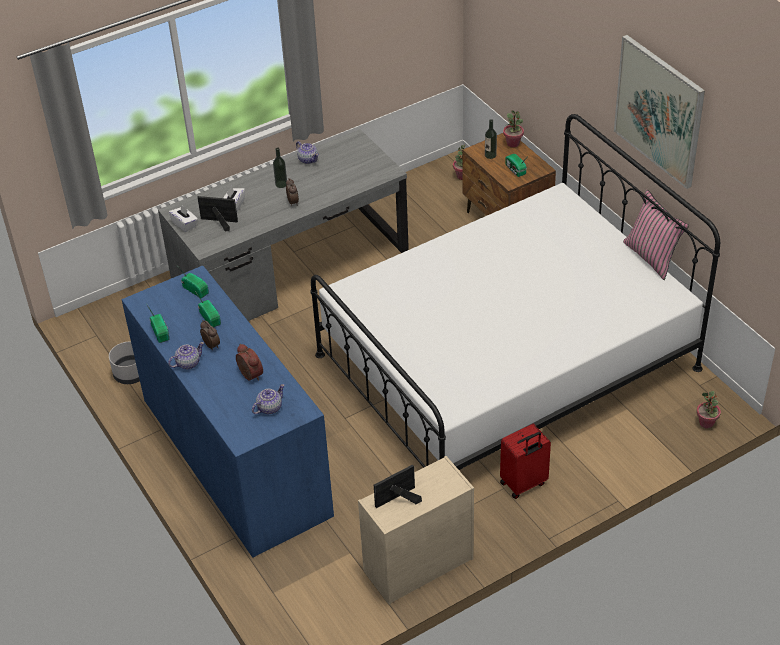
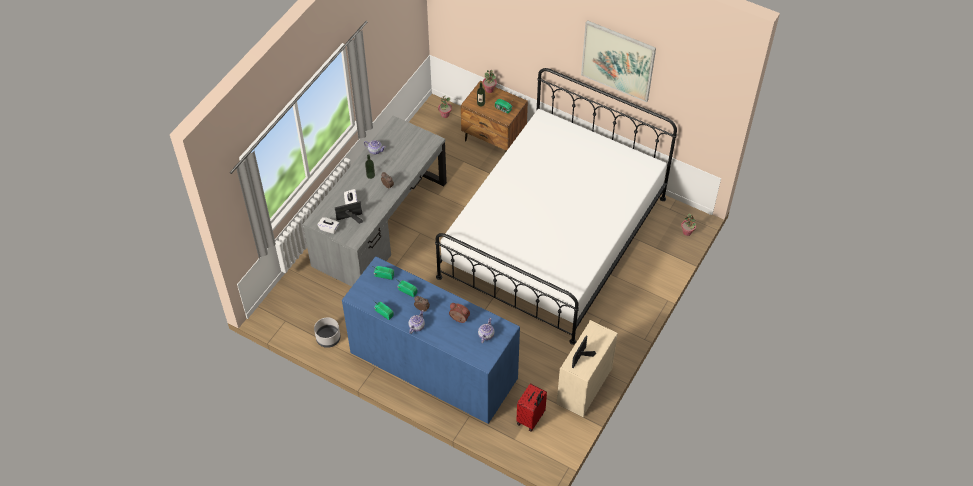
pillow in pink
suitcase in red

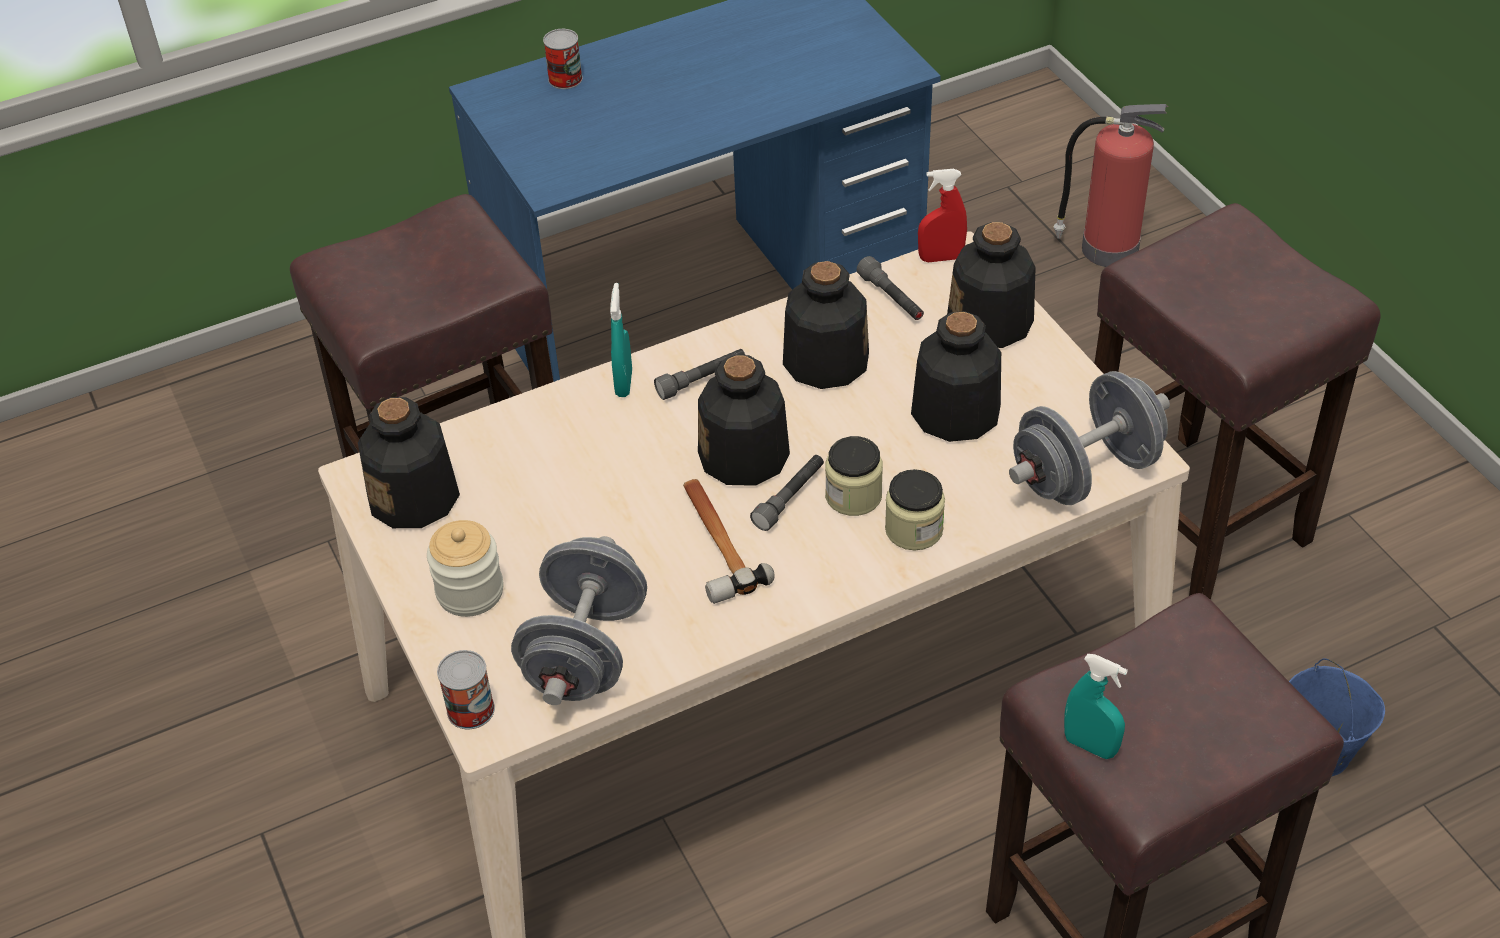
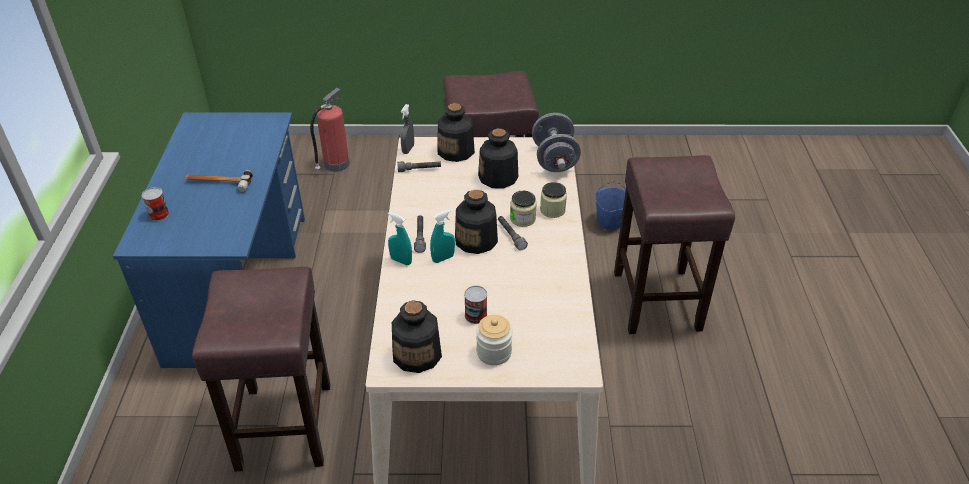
spray bottle in grey
bottle (no. 3 from left in the first image)
hammer
dumbbell in grey (no. 1 from left in the first image)
can (no. 2 from left)
spray bottle in turquoise (no. 2 from left)

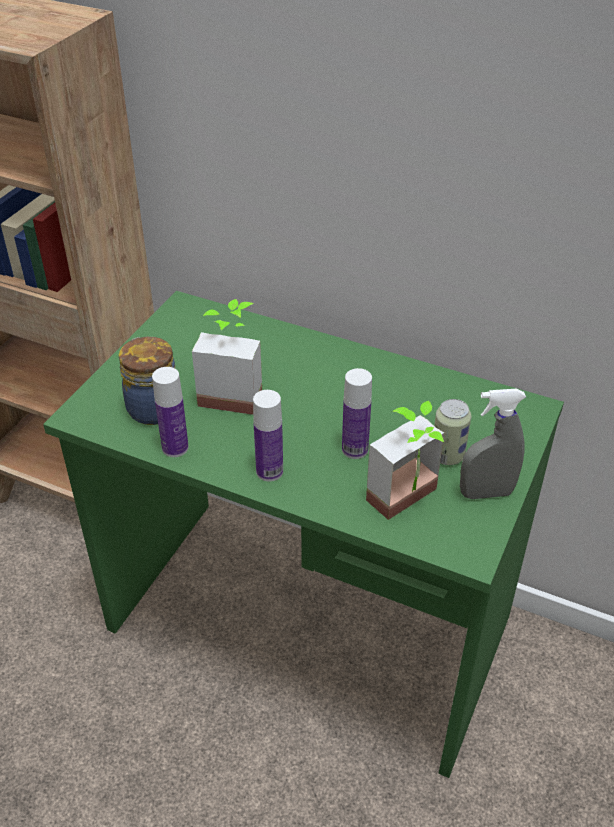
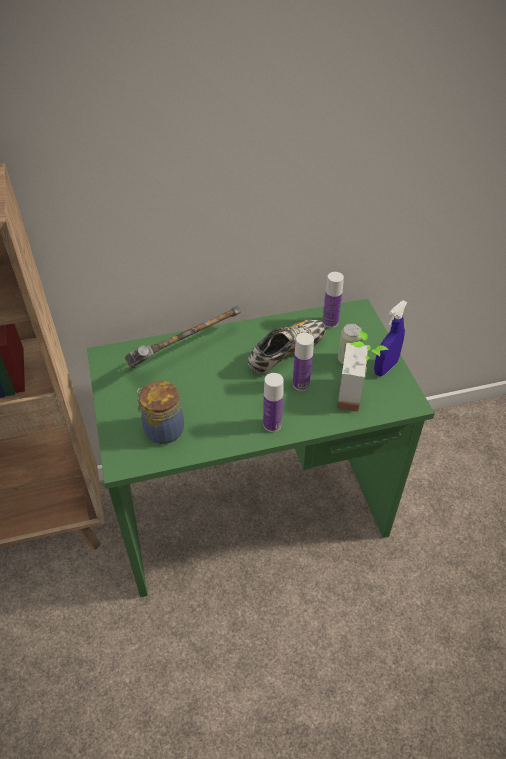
potted plant (no. 1 from left in the first image)
bottle (no. 3 from left)
spray bottle in blue
hammer
shoe

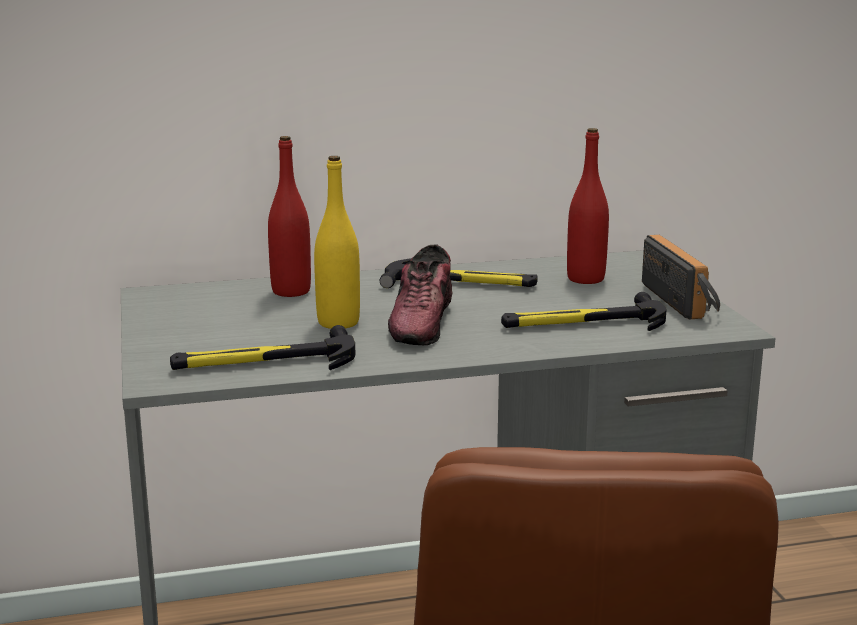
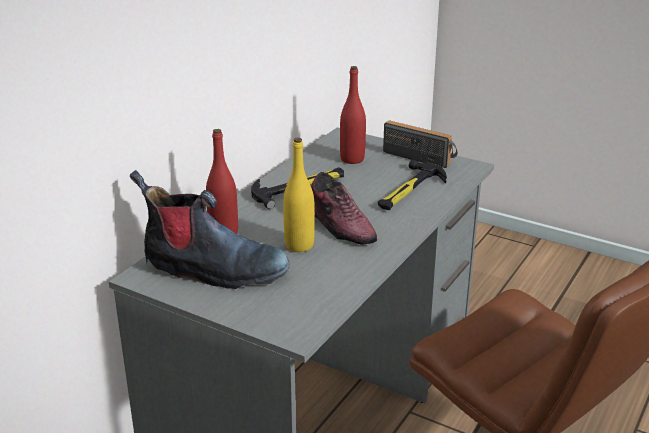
hammer (no. 1 from left in the first image)
boot

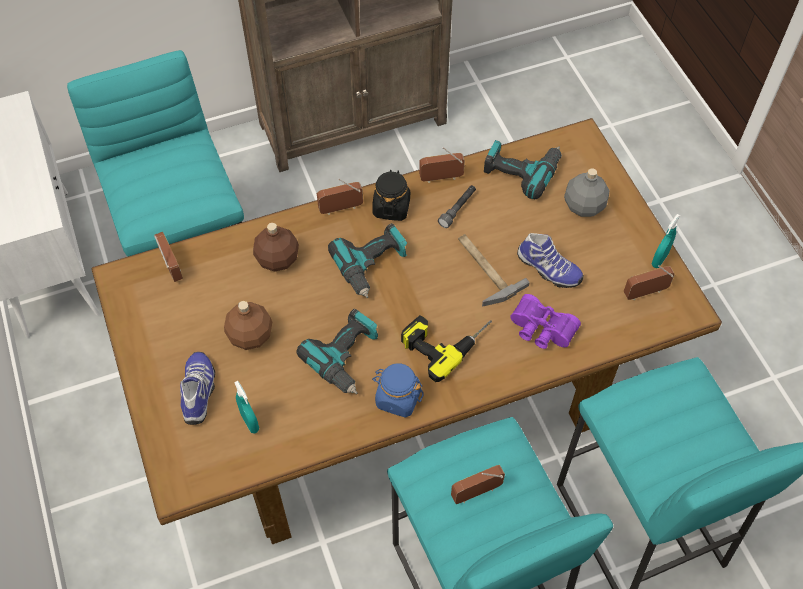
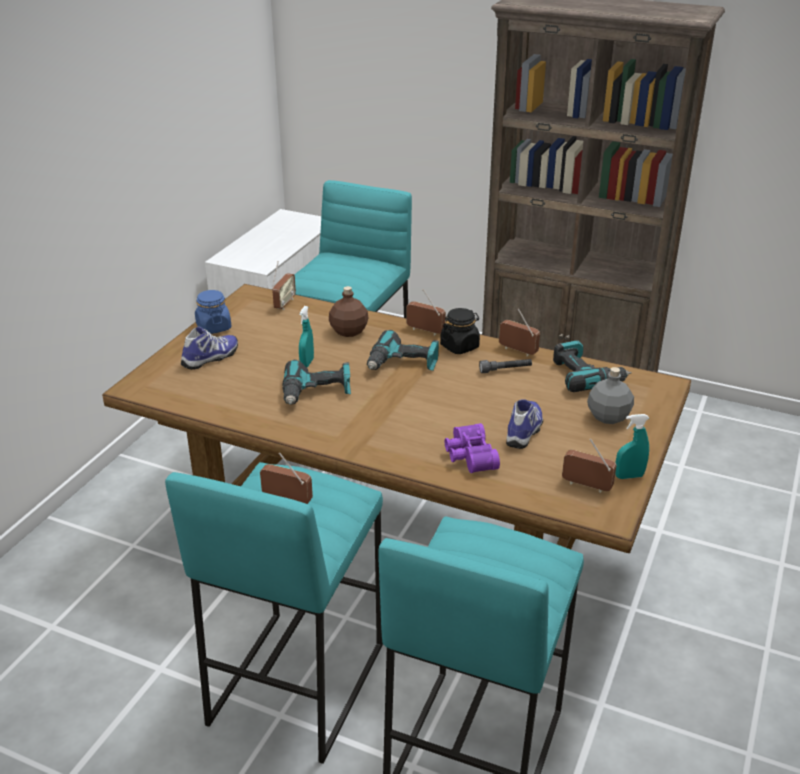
shoe (no. 2 from left)
hammer
bottle in brown (no. 1 from left in the first image)
power drill (no. 3 from left in the first image)
jar in blue
spray bottle in turquoise (no. 1 from left)

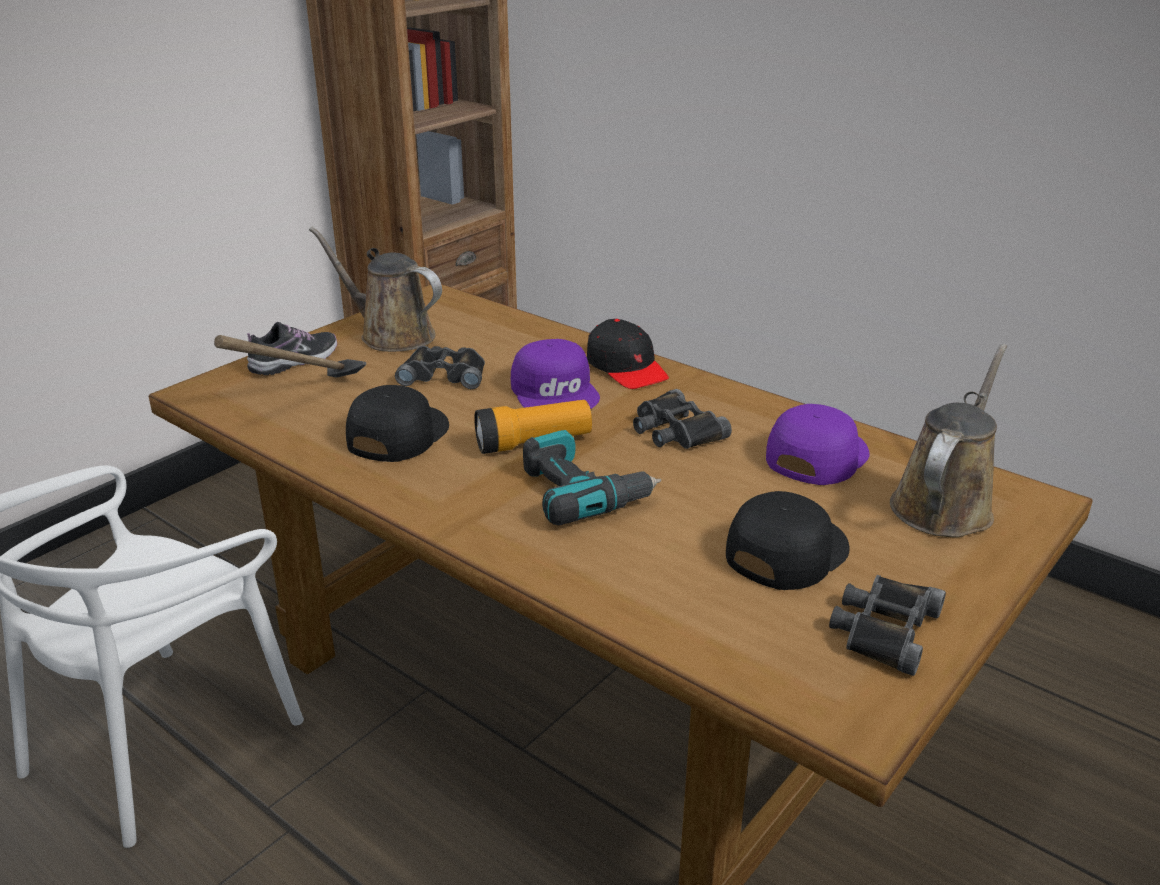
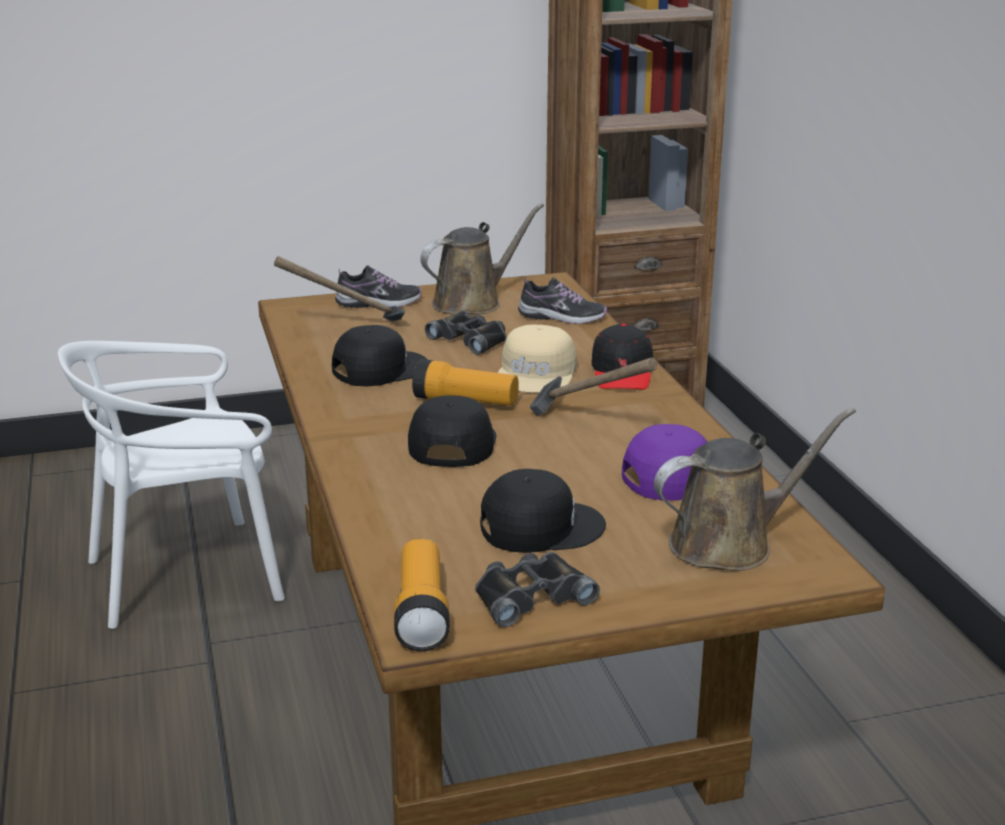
watering can in brown (no. 1 from left)
cap in beige
hammer (no. 2 from left)
cap in black (no. 2 from left)
shoe (no. 2 from left)
flashlight (no. 1 from left)

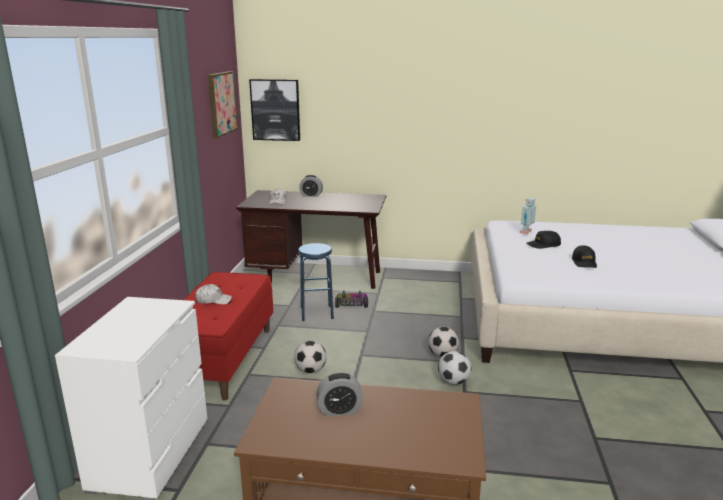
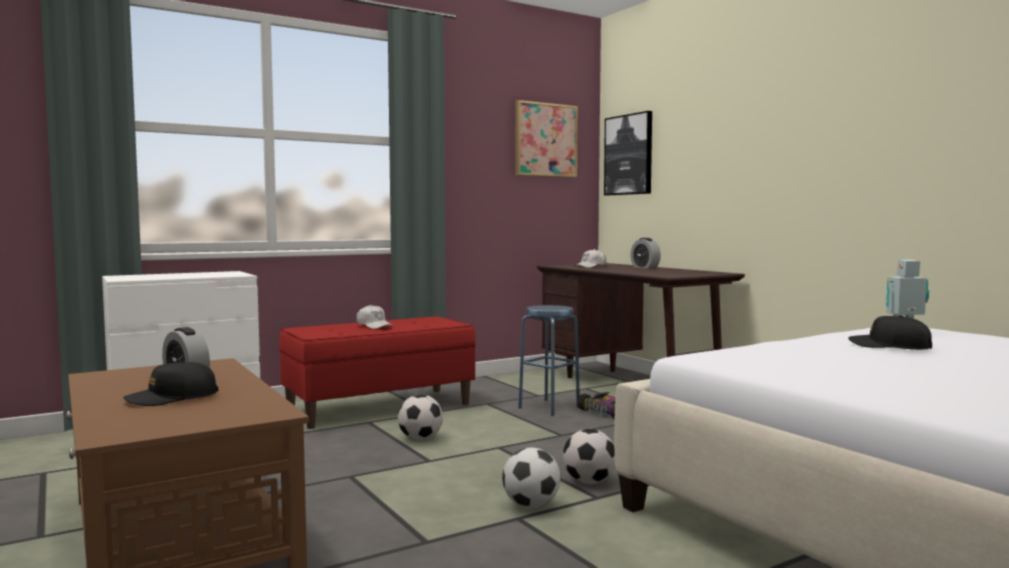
cap in black (no. 1 from left)

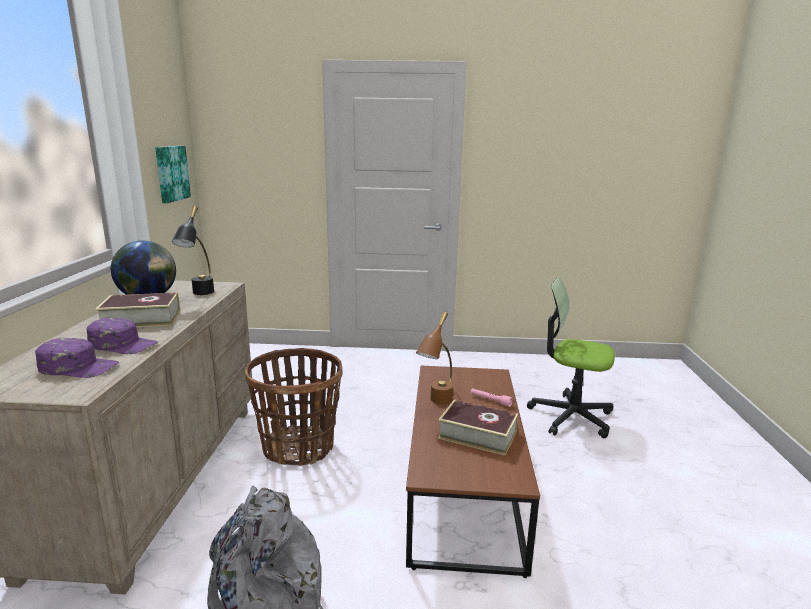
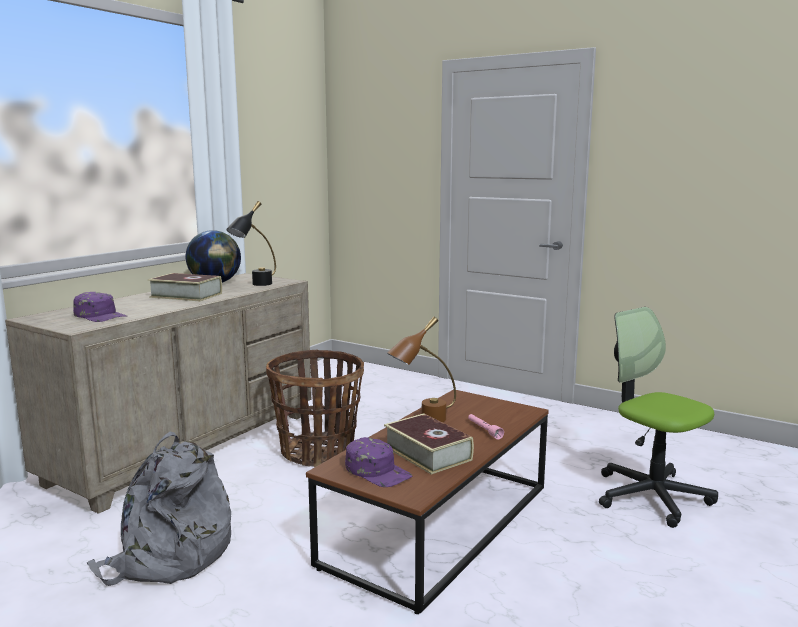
picture
cap in purple (no. 2 from left)

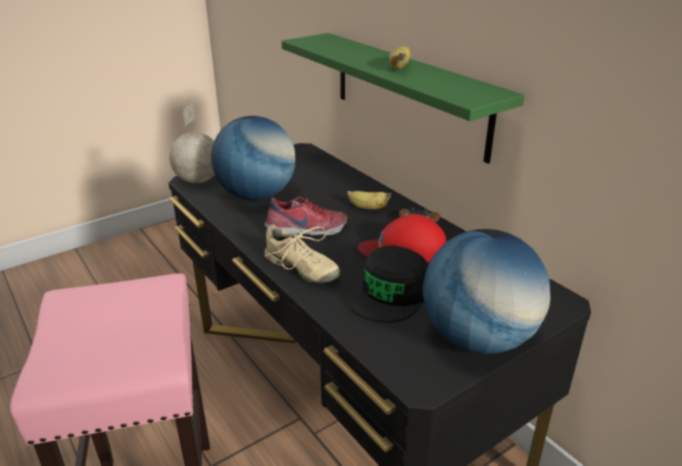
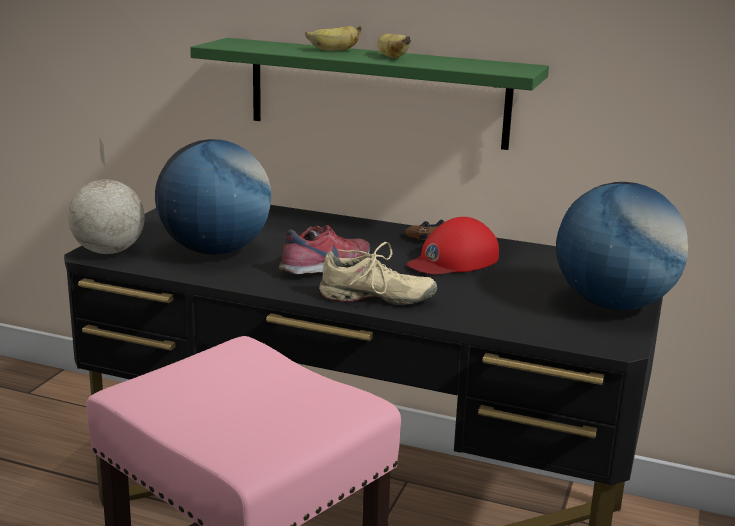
banana (no. 1 from left)
cap in black

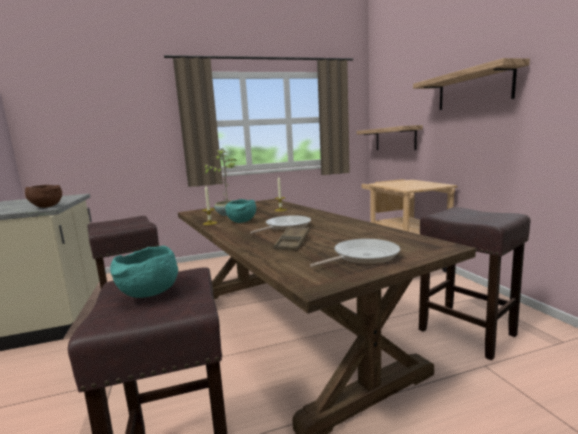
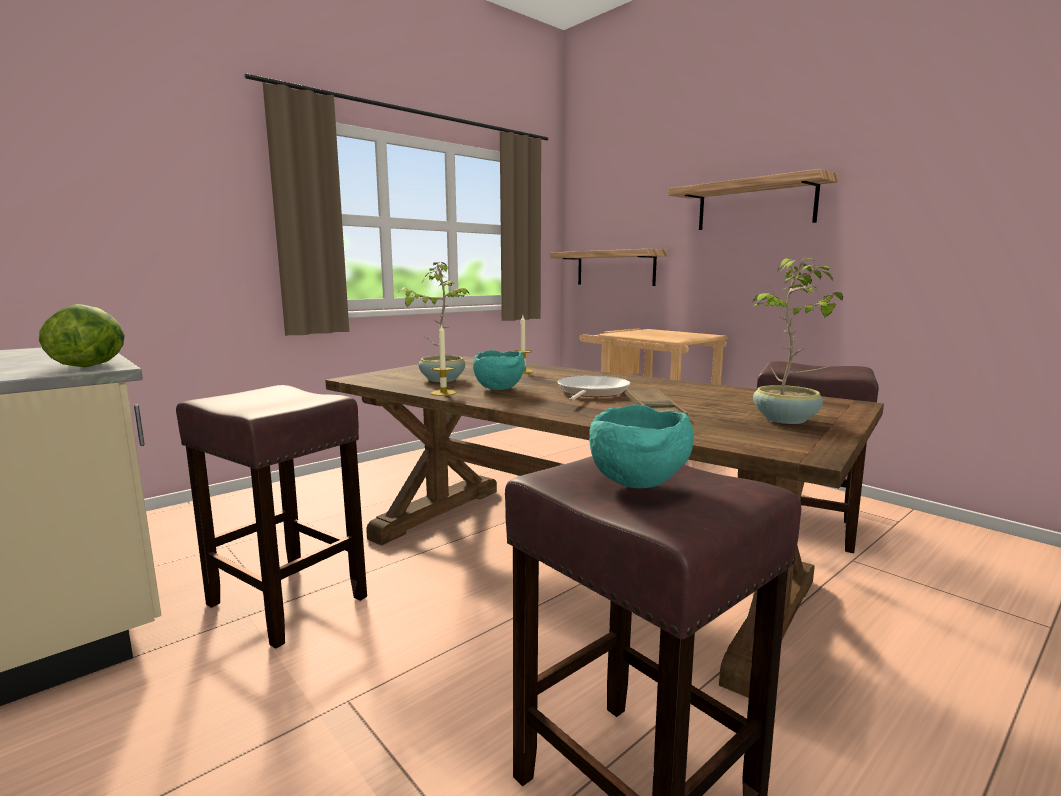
lettuce
potted plant (no. 2 from left)

